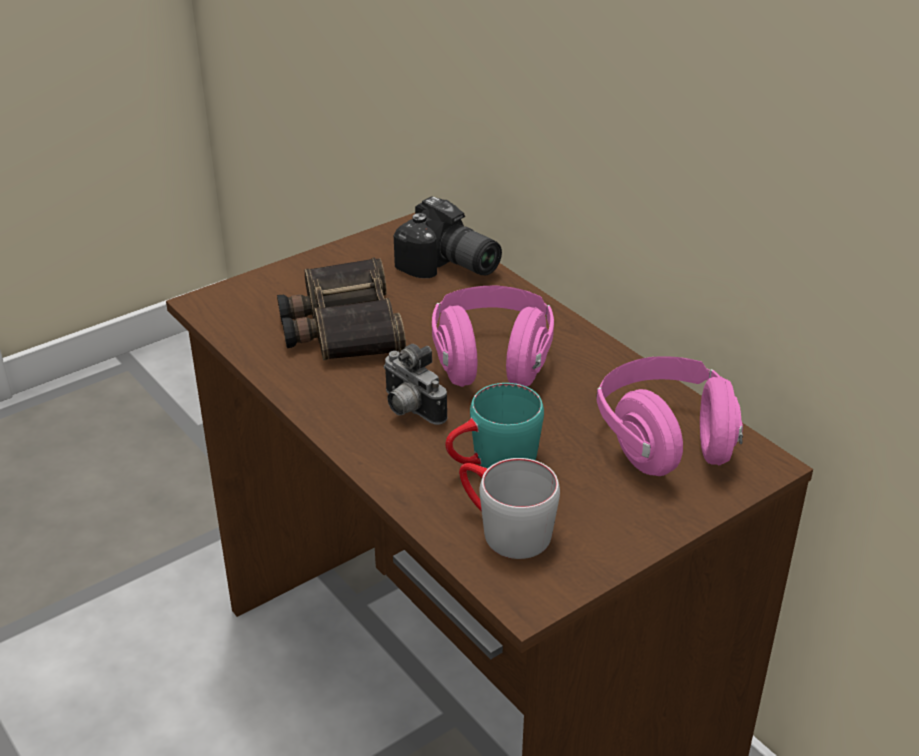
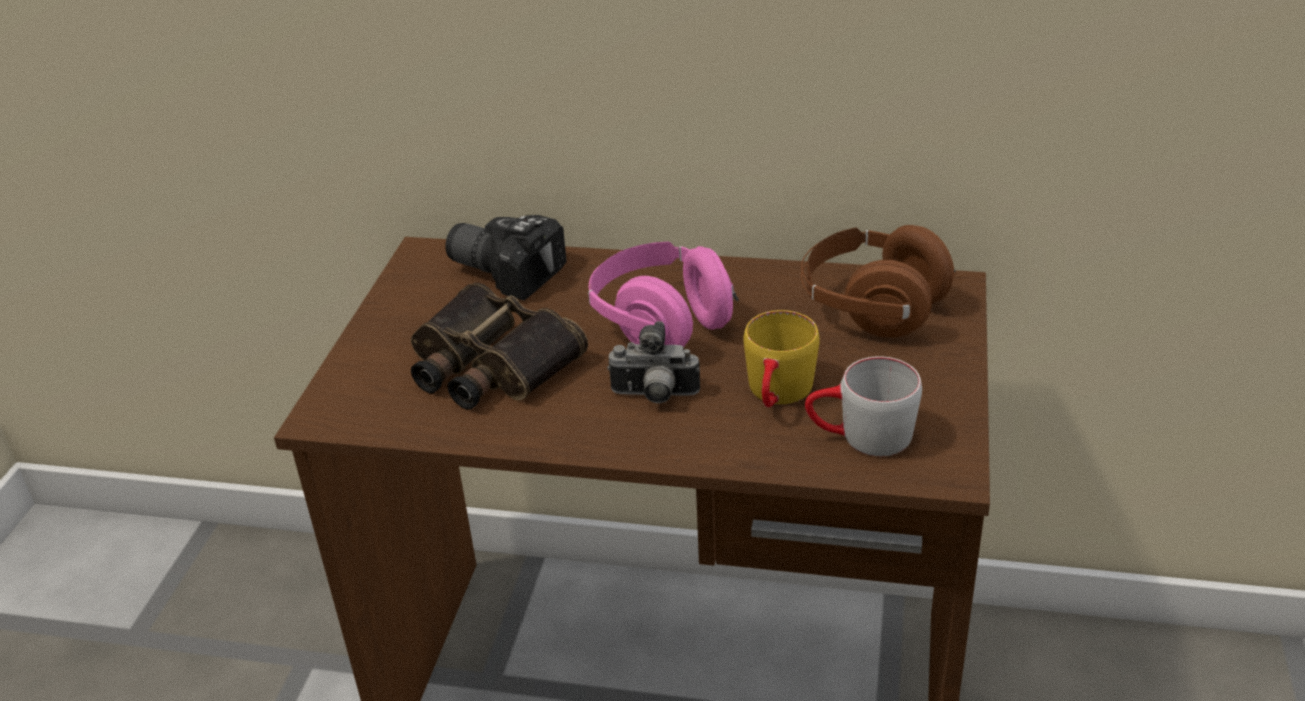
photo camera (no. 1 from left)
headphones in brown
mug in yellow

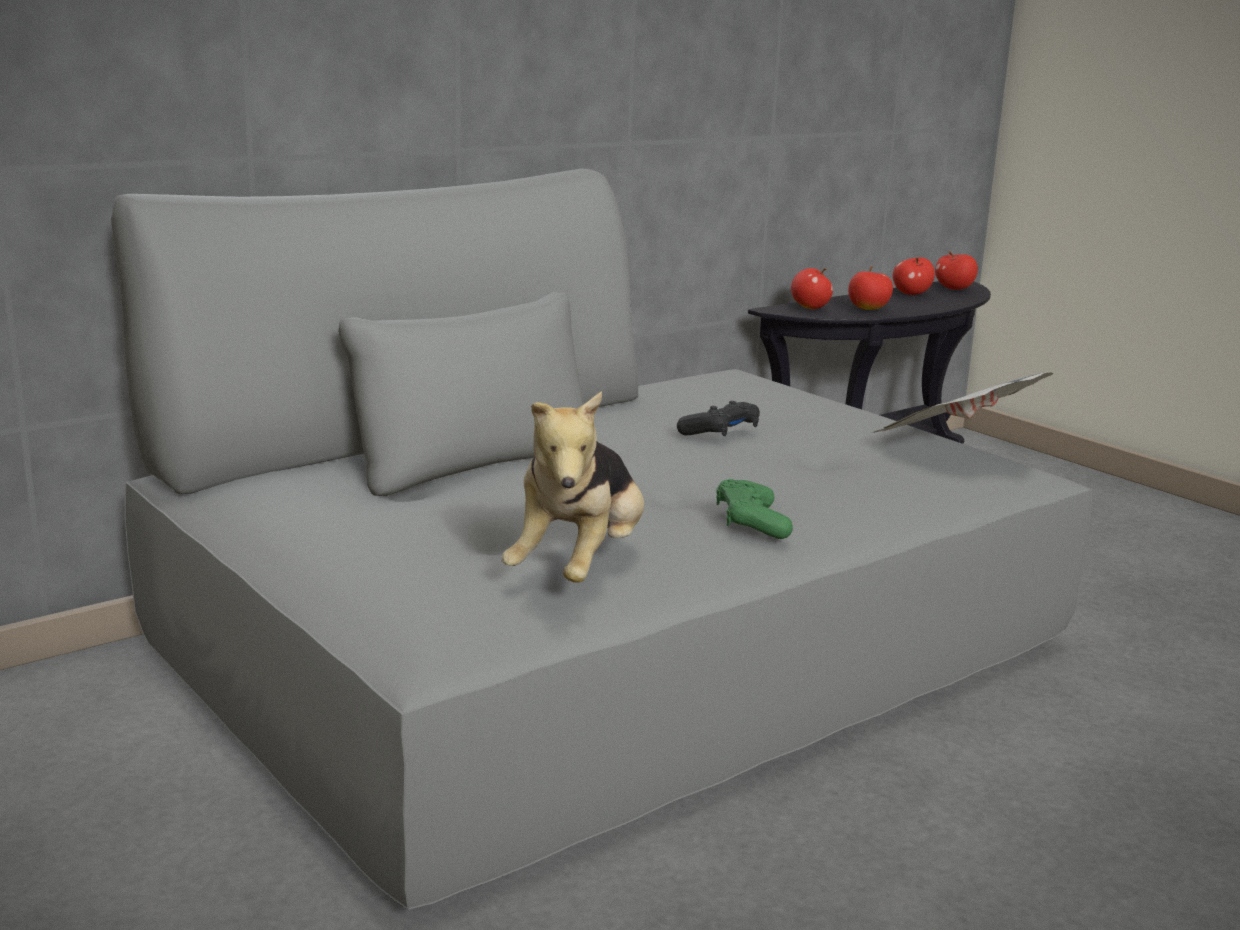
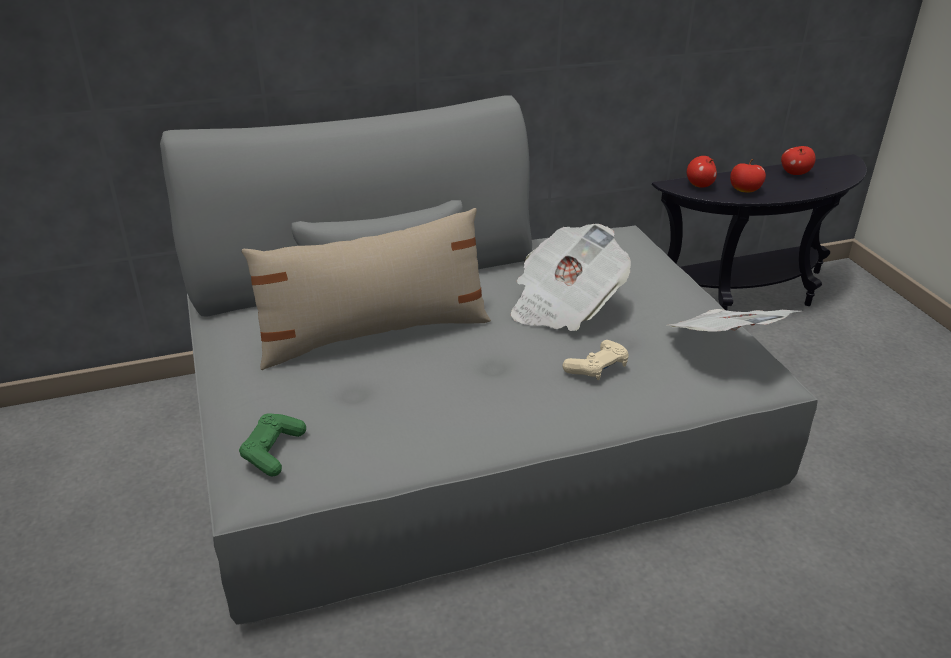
apple (no. 4 from left in the first image)
plush toy
newspaper (no. 1 from left)
game controller in green
pillow in beige
game controller in beige

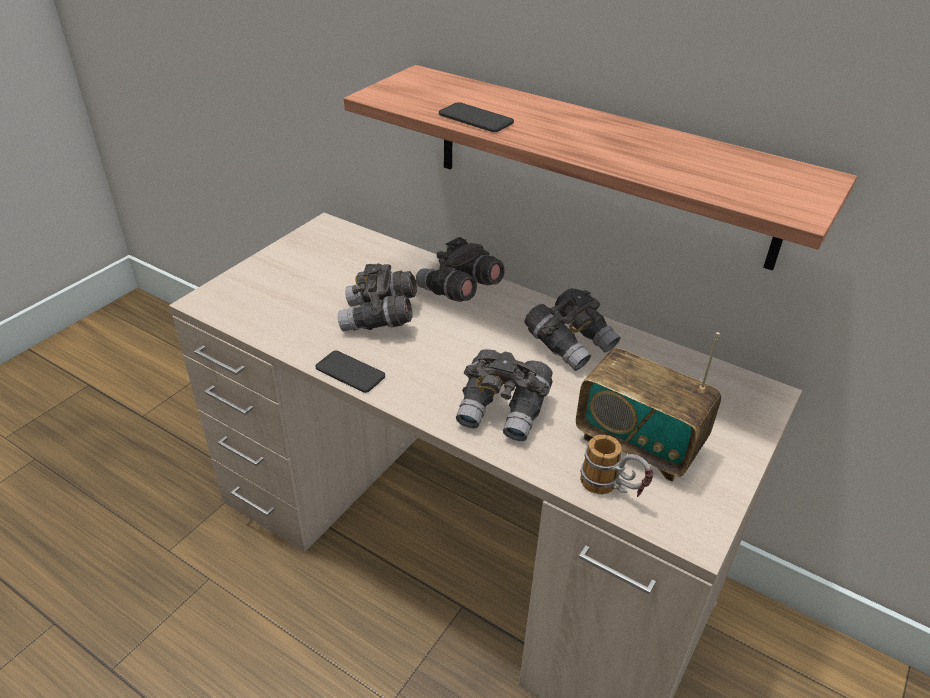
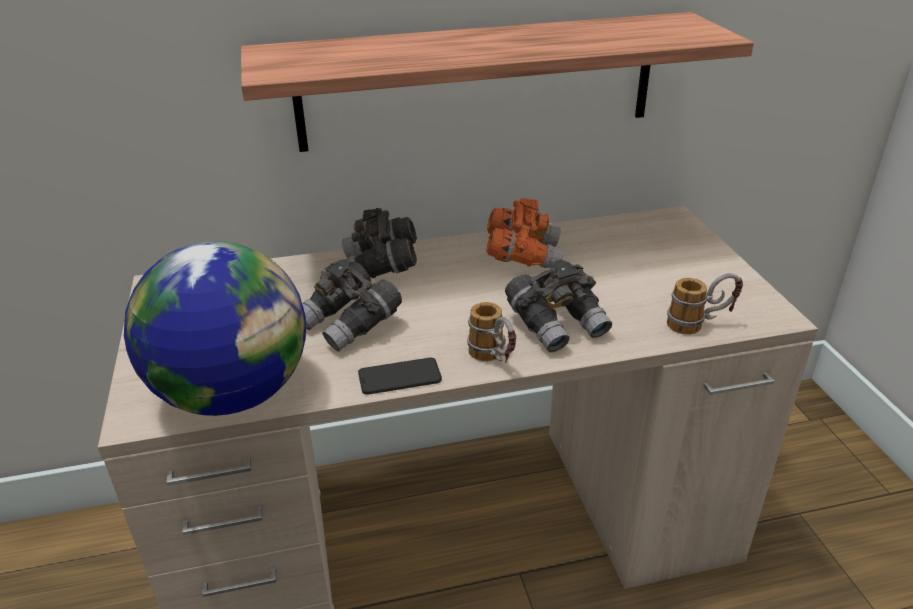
phone (no. 2 from left in the first image)
binoculars in orange
radio
globe
mug (no. 1 from left)

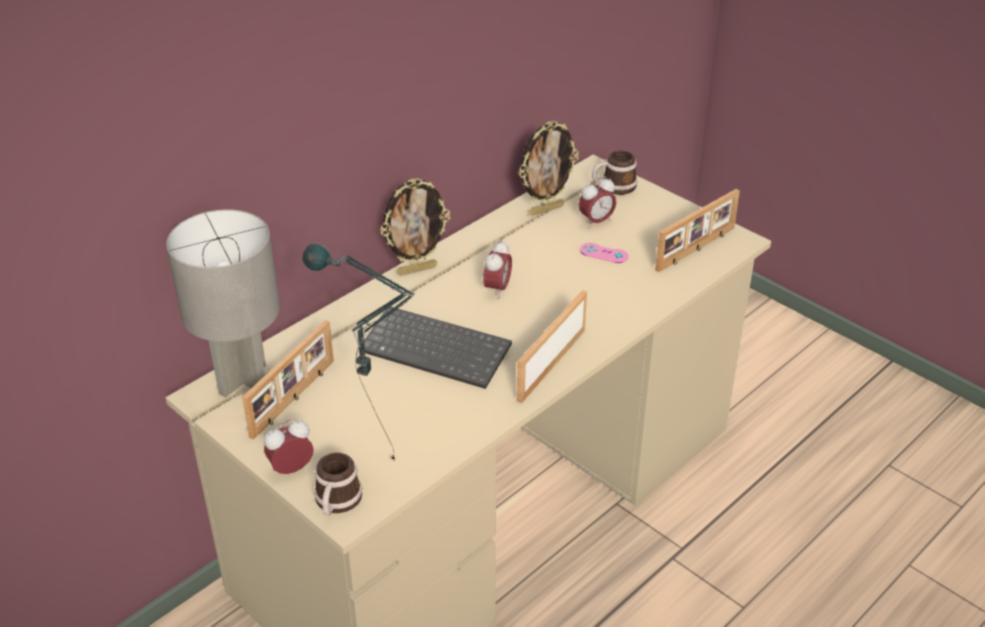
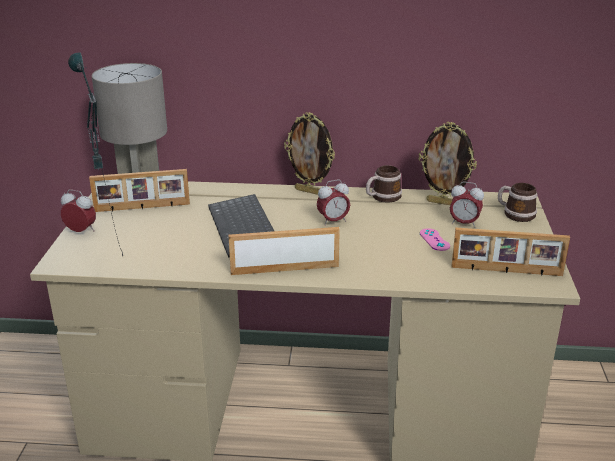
mug (no. 1 from left)

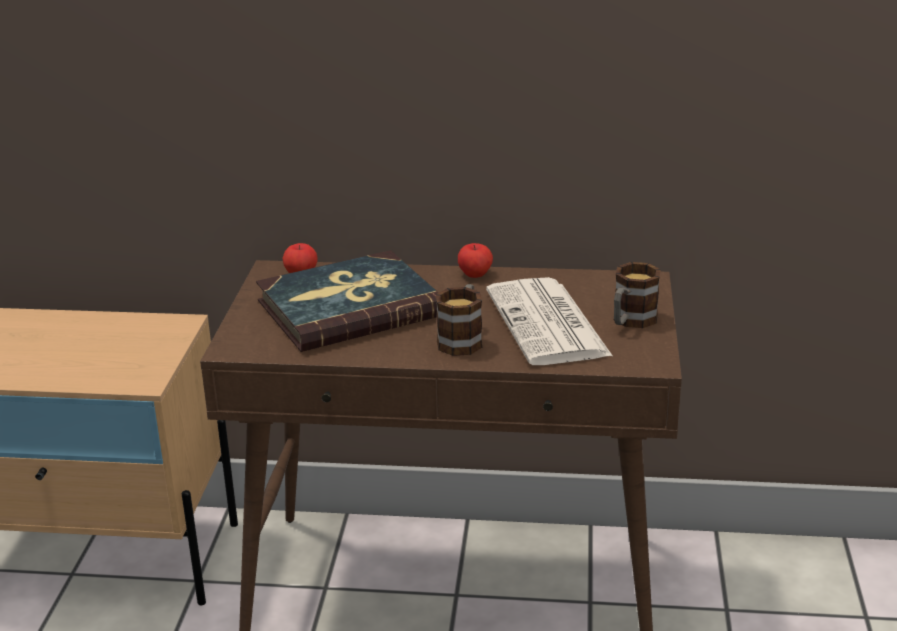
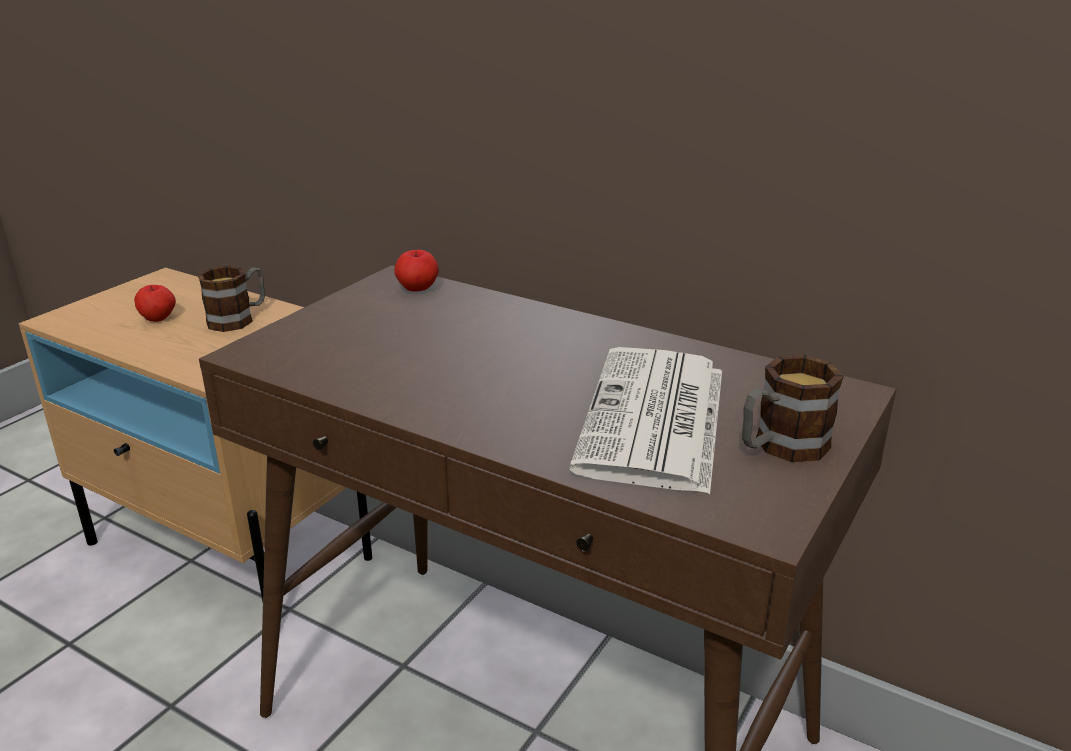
apple (no. 1 from left)
book
mug (no. 1 from left)

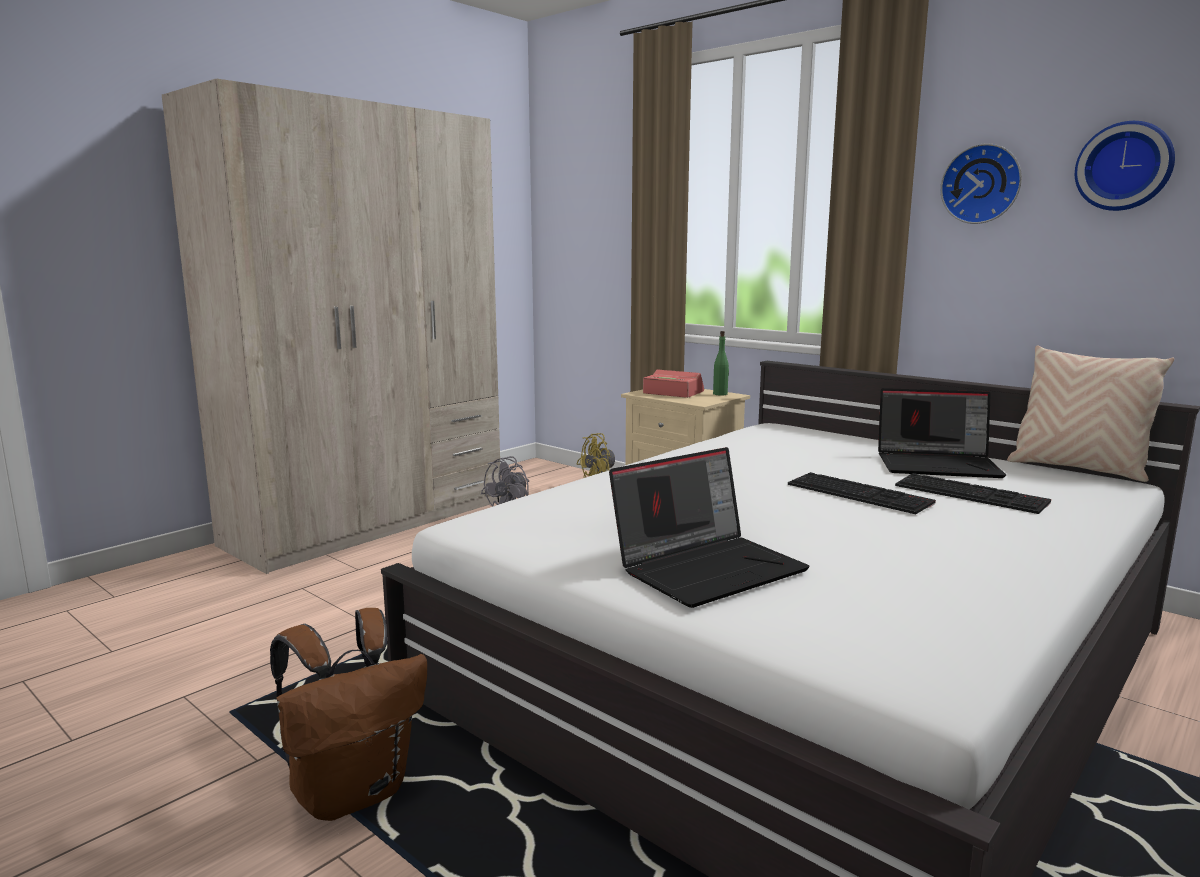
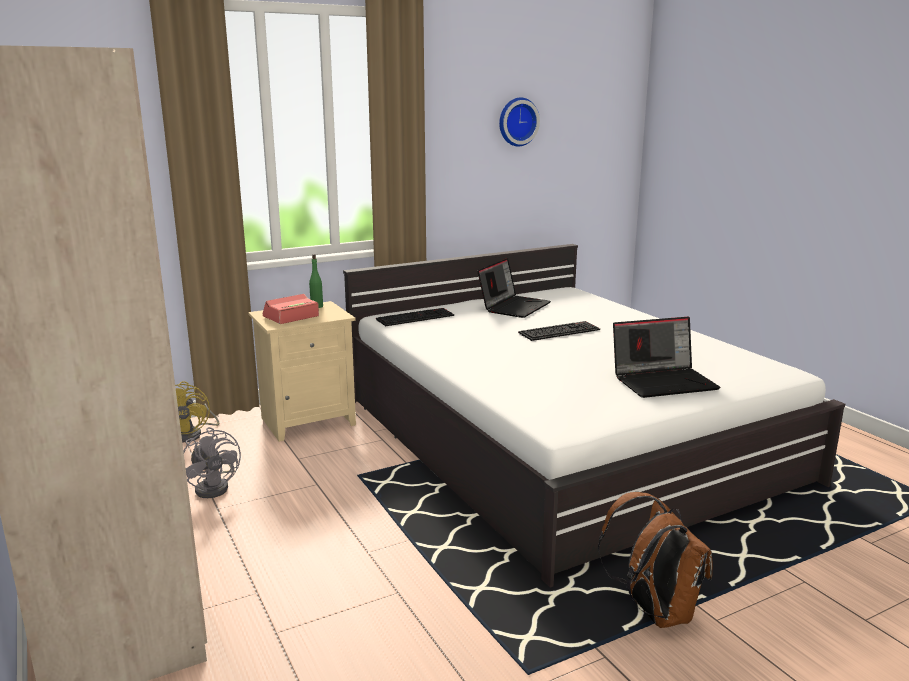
wall clock (no. 1 from left in the first image)
pillow in beige
laptop (no. 2 from left)
keyboard (no. 1 from left)

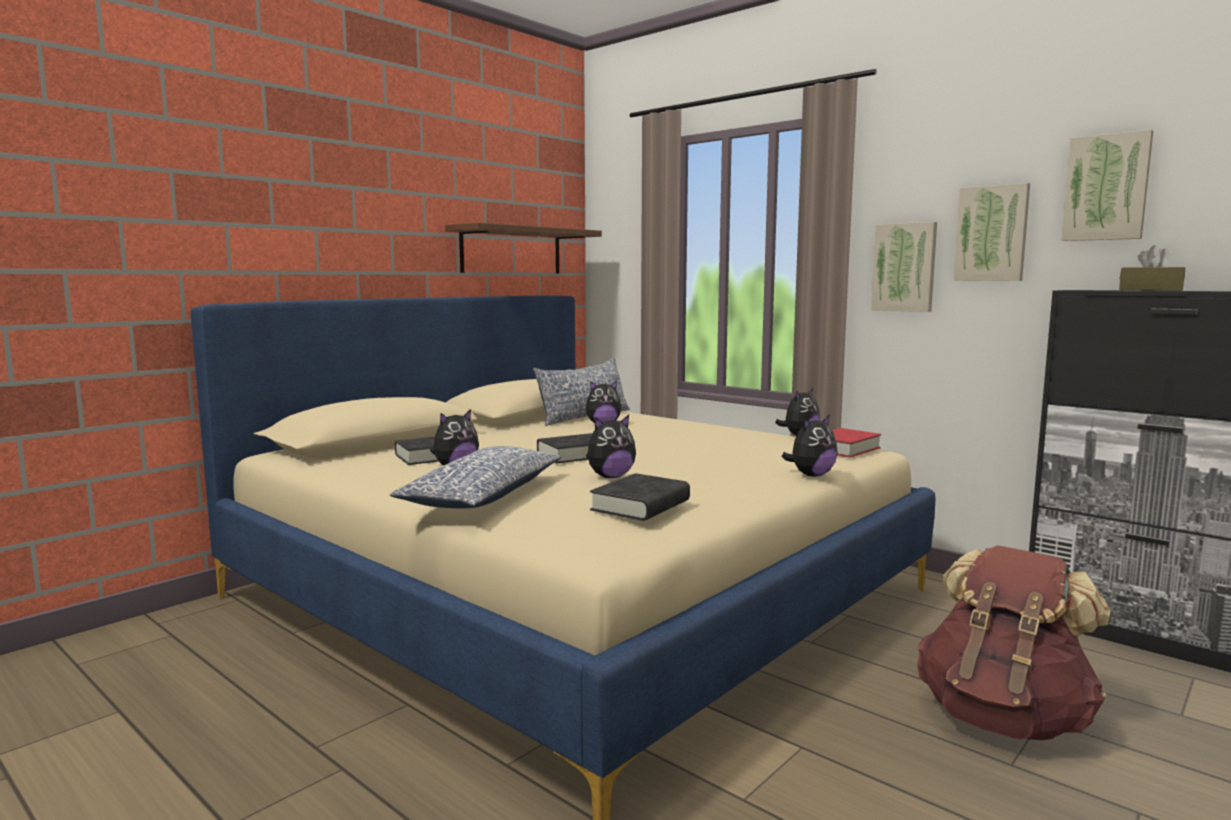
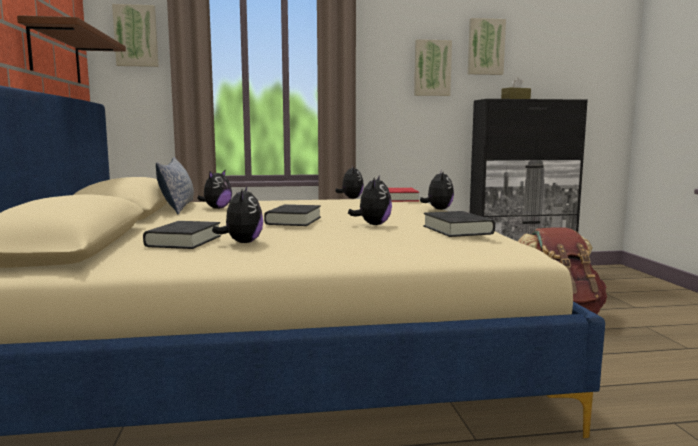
picture (no. 1 from left)
pillow (no. 1 from left in the first image)

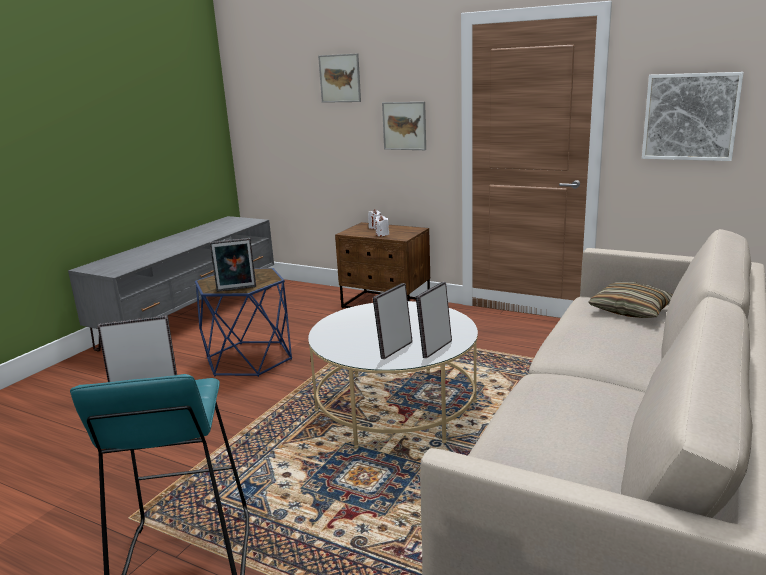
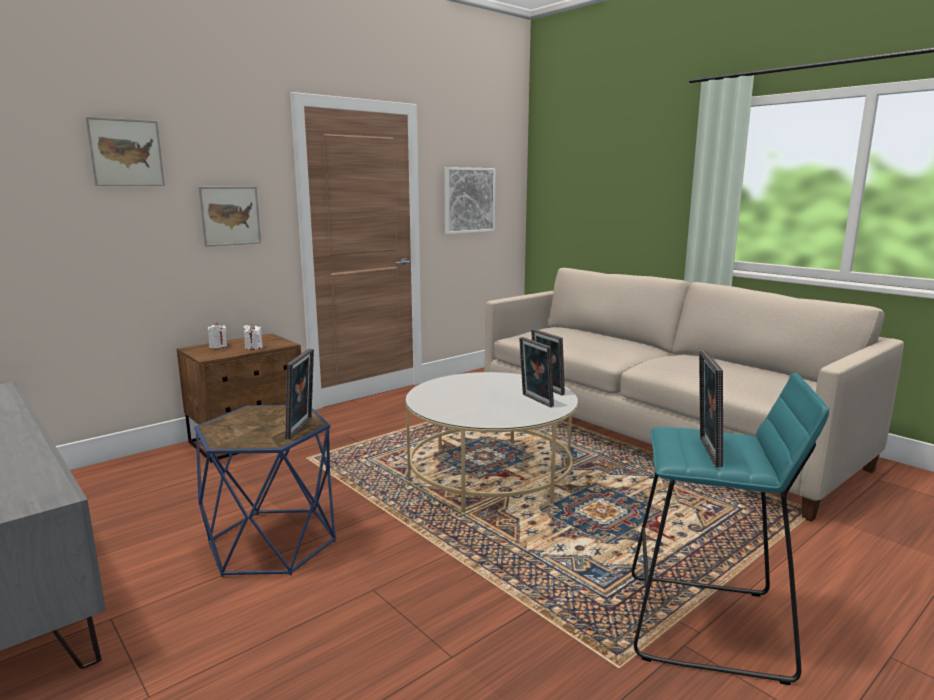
pillow

